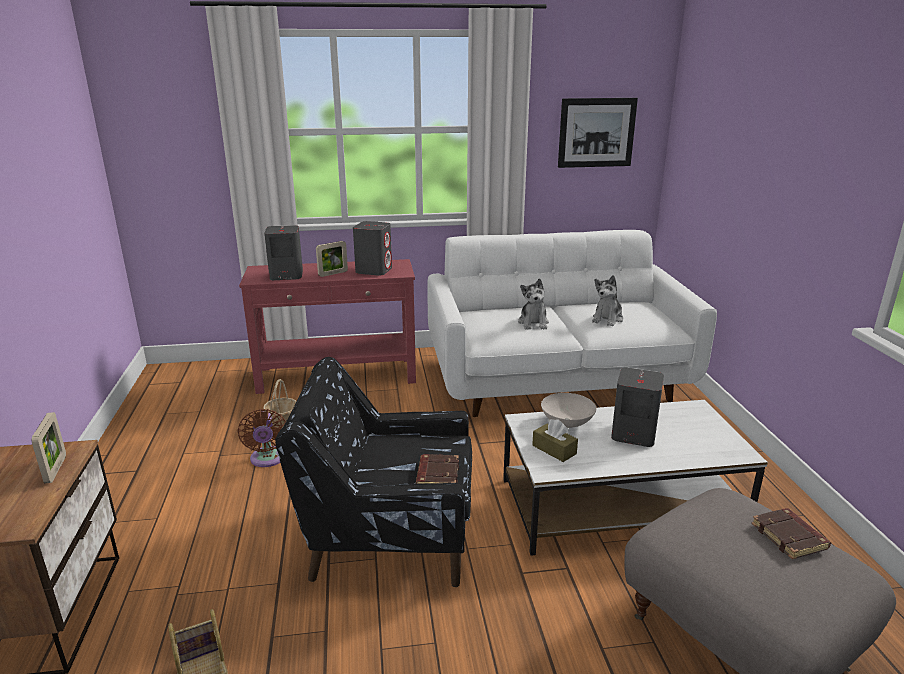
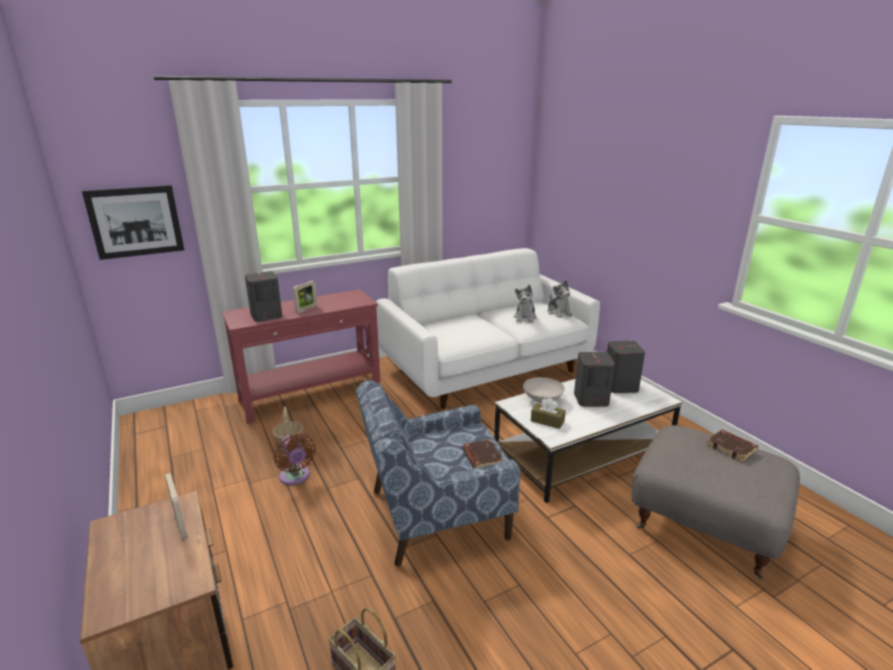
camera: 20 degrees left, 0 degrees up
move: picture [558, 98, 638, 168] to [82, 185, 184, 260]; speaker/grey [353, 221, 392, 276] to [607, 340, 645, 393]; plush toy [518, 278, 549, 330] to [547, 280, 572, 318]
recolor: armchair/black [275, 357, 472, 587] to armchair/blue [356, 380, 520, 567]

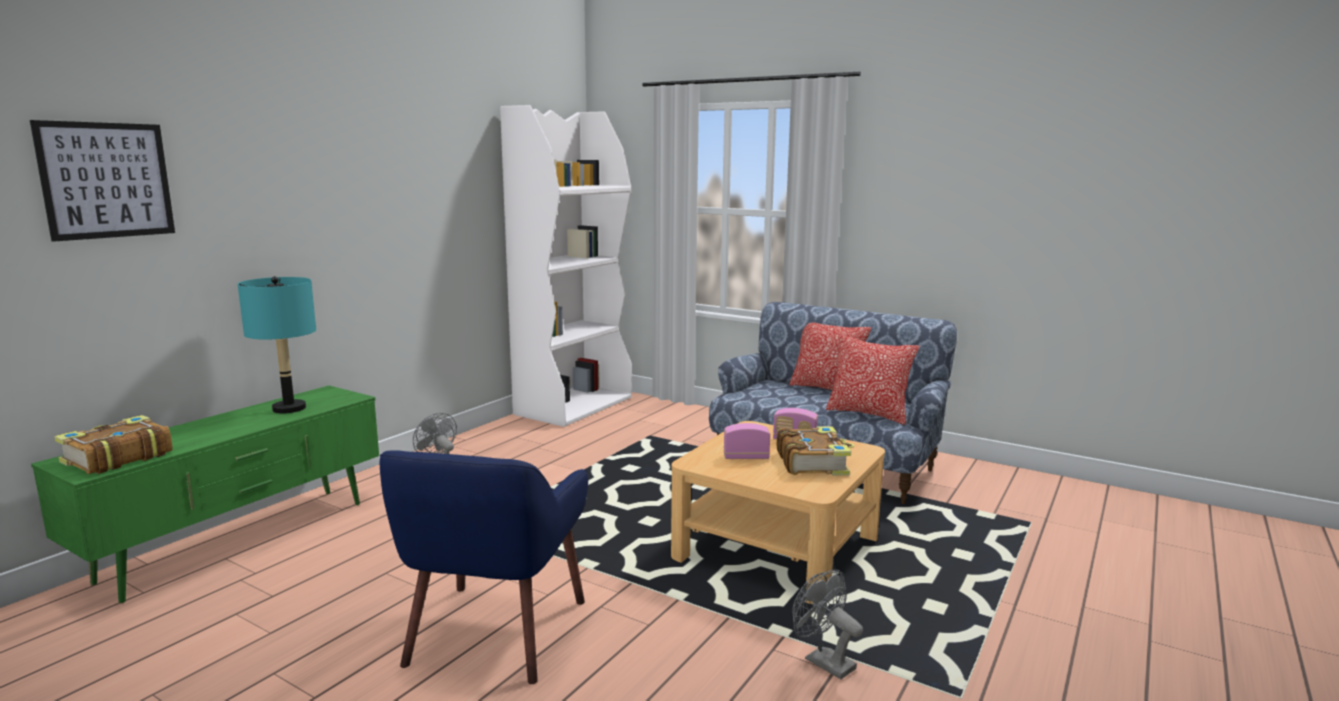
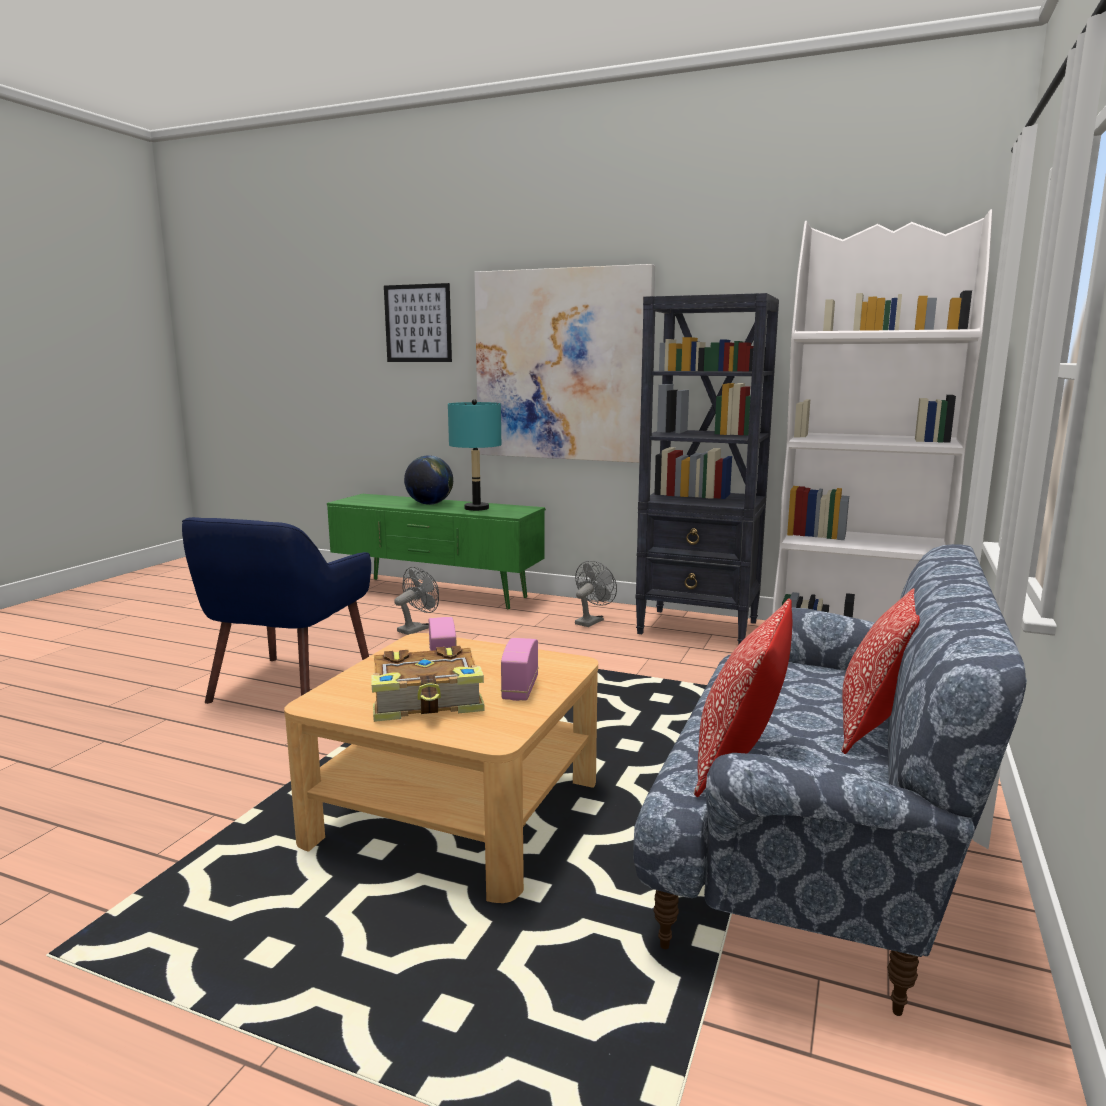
camera: 80 degrees right, 0 degrees up
delete: book [54, 415, 173, 474]
insert: picture [474, 264, 655, 463]; bookcase/black [635, 293, 779, 645]; globe [404, 455, 453, 505]
move: fan/grey [792, 569, 863, 679] to [394, 566, 439, 635]
rotate: armchair/blue [380, 450, 588, 684] = [182, 517, 371, 704] 75 degrees counterclockwise

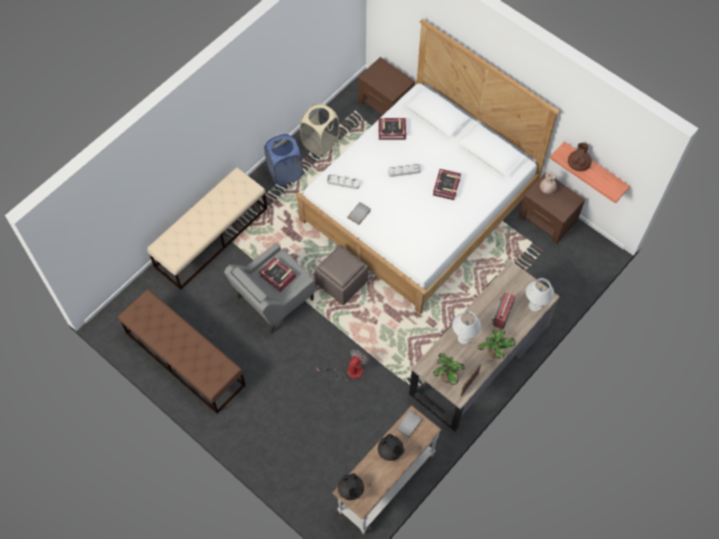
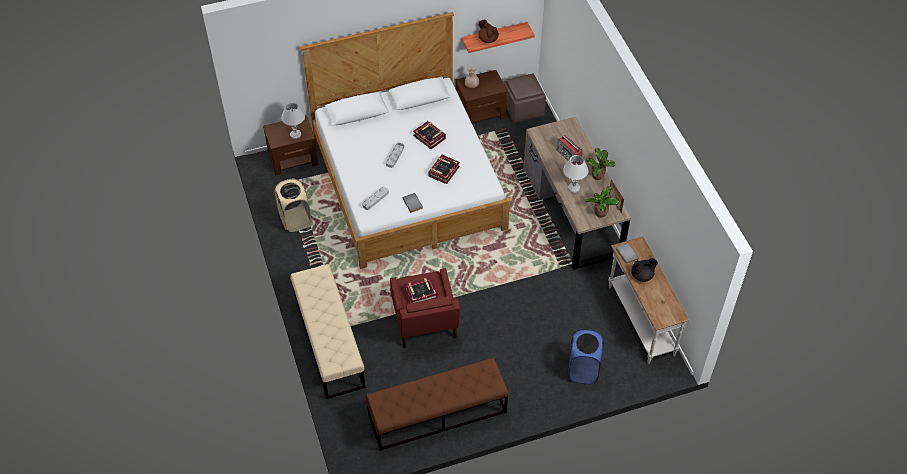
camera: 60 degrees left, 10 degrees down
delete: fan [316, 350, 368, 381]; teapot/black [338, 473, 364, 500]
move: book [378, 117, 406, 140] to [429, 155, 460, 184]; laundry basket/blue [264, 134, 303, 186] to [568, 329, 604, 384]; ottoman/brown [315, 244, 368, 305] to [503, 74, 546, 123]; table lamp/white [526, 278, 554, 312] to [281, 102, 305, 139]
recolor: armchair/grey [224, 243, 316, 333] to armchair/red [390, 268, 460, 348]

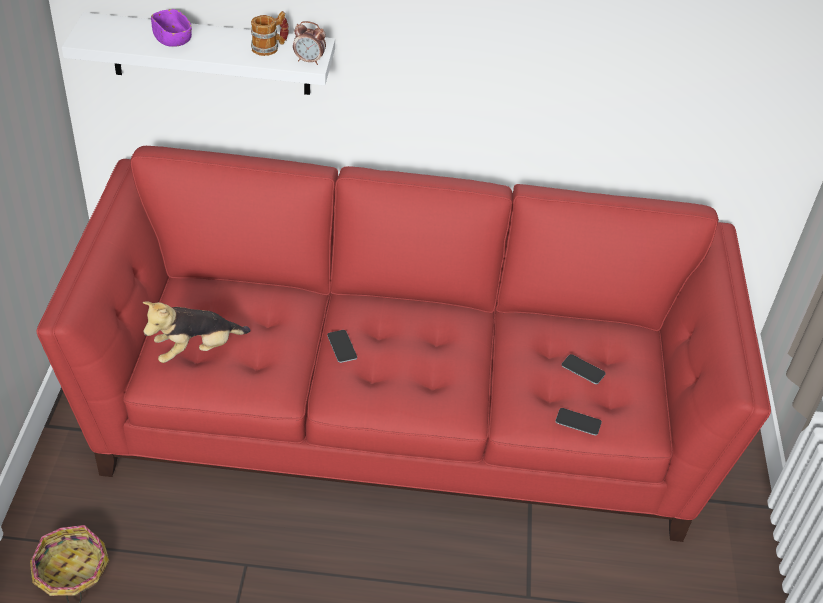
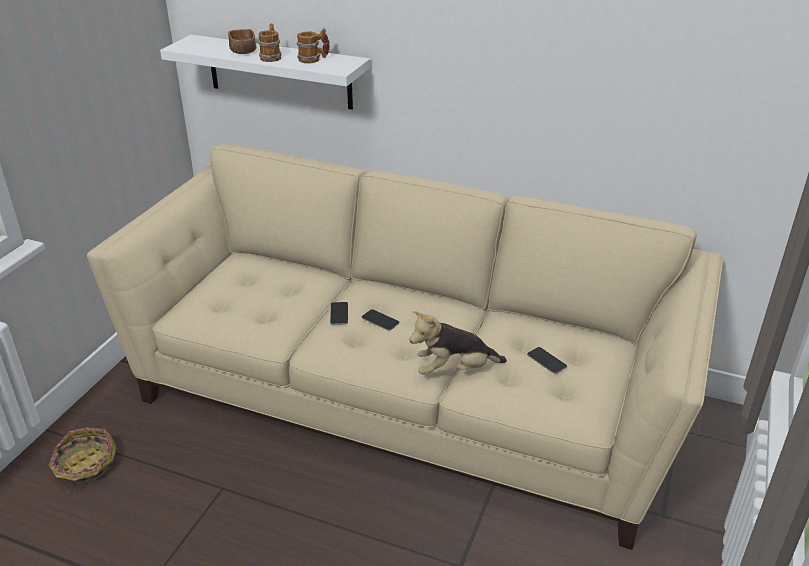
camera: 20 degrees right, 10 degrees down
delete: alarm clock [293, 21, 326, 65]
insert: mug [258, 24, 281, 62]
move: plush toy [143, 301, 251, 363] to [409, 311, 507, 375]; phone [555, 408, 602, 436] to [362, 309, 399, 331]
recolor: bowl/purple [151, 9, 192, 47] to bowl/brown [228, 29, 256, 54]; sofa/red [36, 146, 771, 542] to sofa/beige [87, 144, 723, 550]

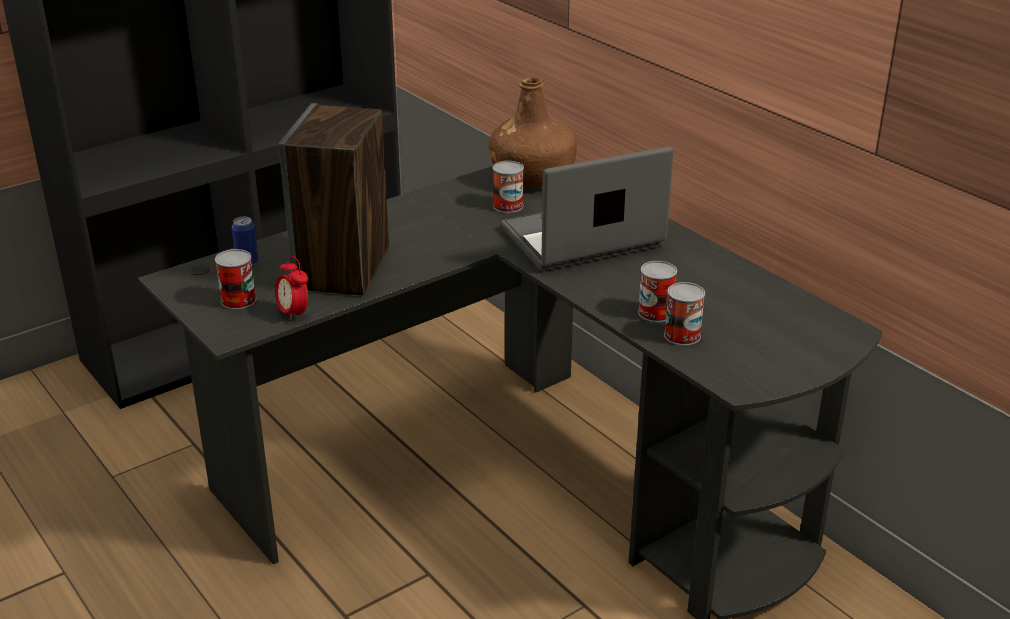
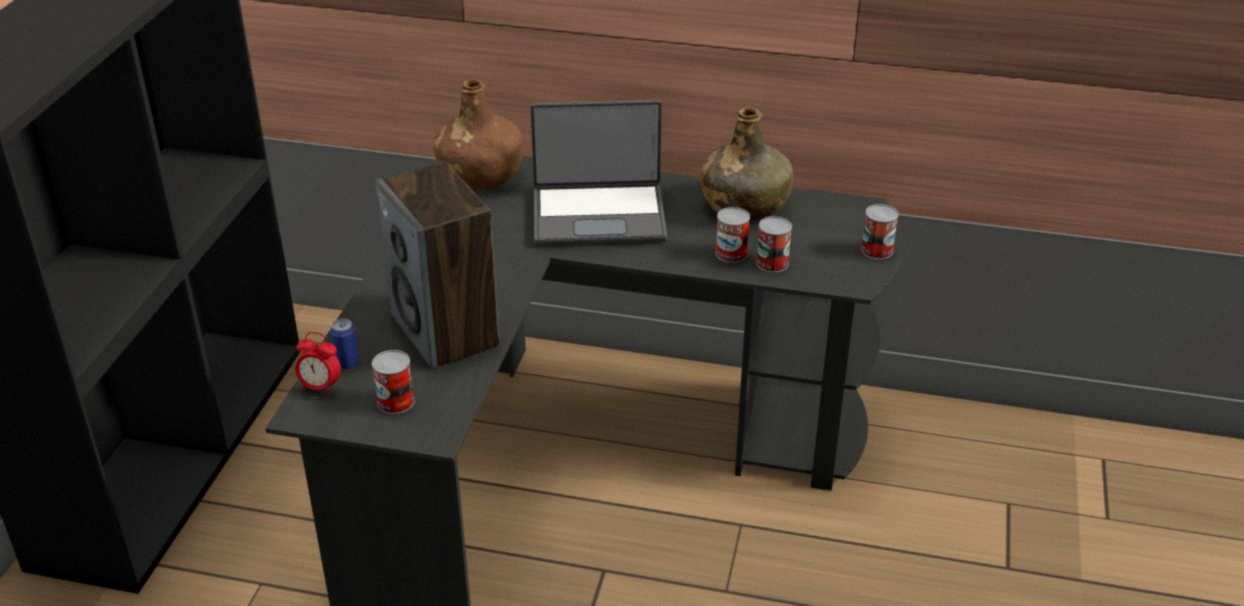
camera: 40 degrees left, 5 degrees up
insert: bottle/green [700, 107, 793, 221]
move: can [493, 161, 524, 213] to [861, 204, 899, 259]; alarm clock [275, 256, 308, 323] to [295, 332, 341, 396]
rotate: laptop [502, 146, 674, 271] = [530, 100, 667, 246] 120 degrees counterclockwise

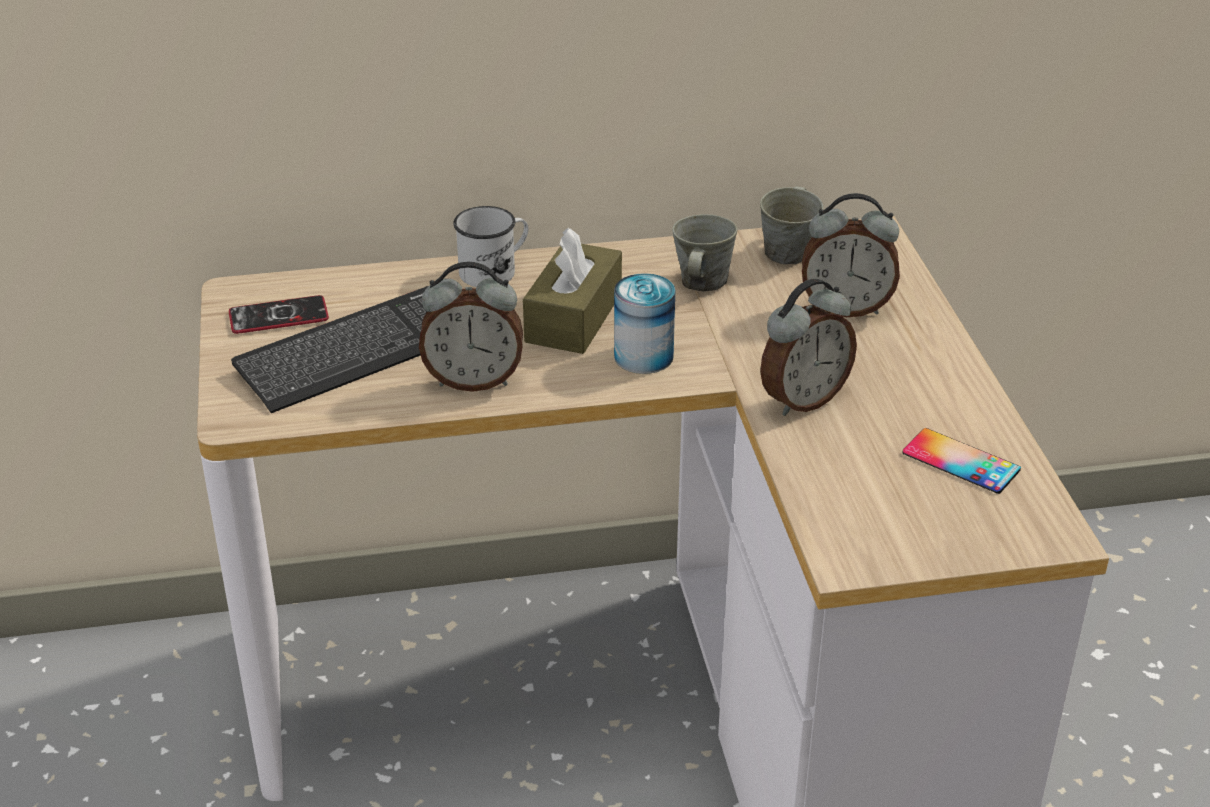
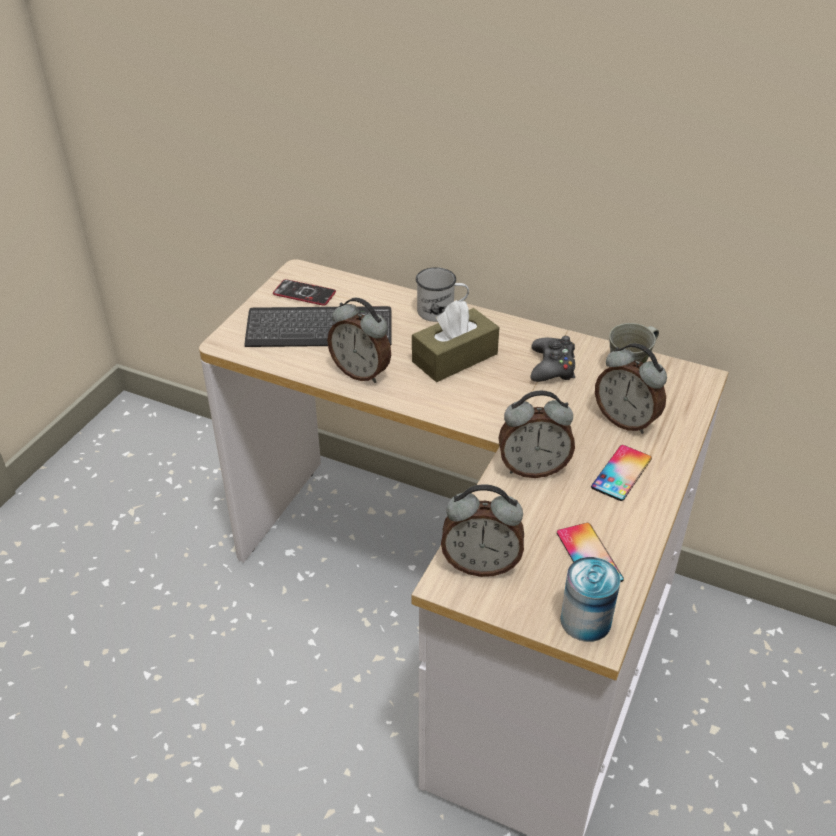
camera: 35 degrees right, 5 degrees up
insert: phone [591, 445, 652, 501]; alarm clock [441, 484, 524, 577]
move: can [614, 273, 675, 374] to [560, 557, 621, 642]
replace: mug/grey [672, 214, 738, 291] to game controller/black [530, 336, 575, 382]

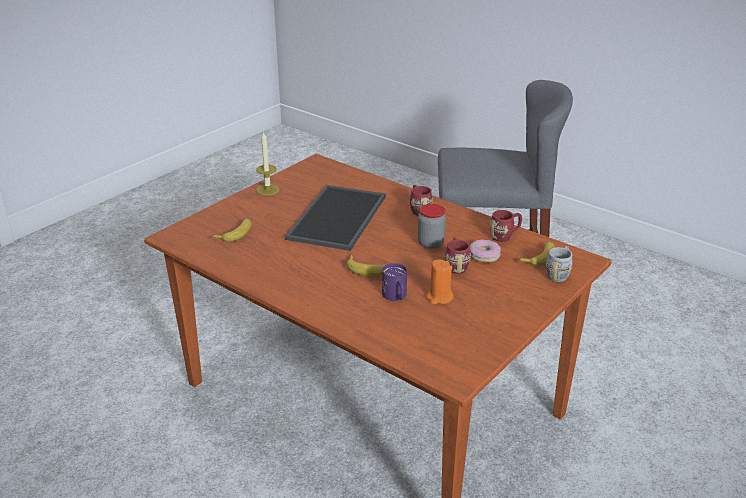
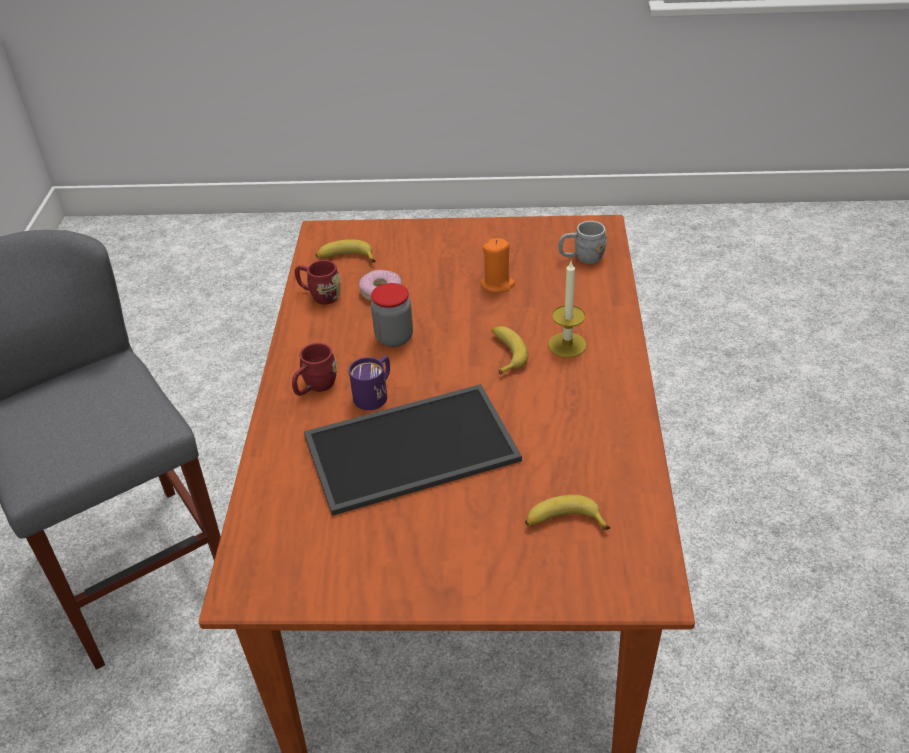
camera: 125 degrees left, 10 degrees up
delete: mug/red [445, 237, 471, 274]
move: candle [256, 131, 280, 196] to [548, 261, 587, 358]; mug/grey [546, 246, 572, 282] to [558, 221, 607, 264]; mug/purple [382, 263, 407, 301] to [349, 356, 390, 410]

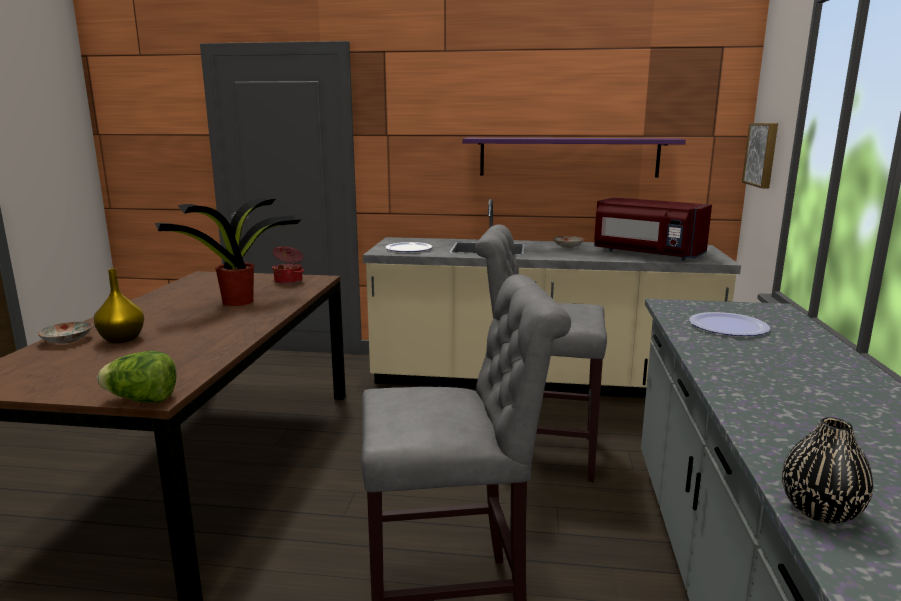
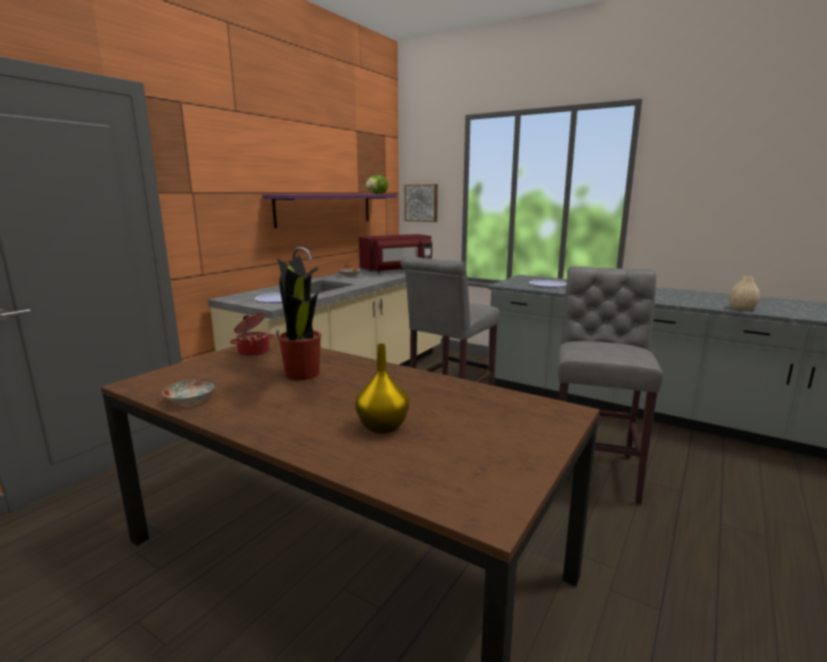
camera: 65 degrees left, 0 degrees up
move: plate [37, 322, 92, 344] to [162, 379, 216, 404]; lettuce [97, 351, 177, 403] to [365, 175, 388, 194]
recolor: vase/black [782, 417, 874, 524] to vase/beige [728, 276, 760, 311]

